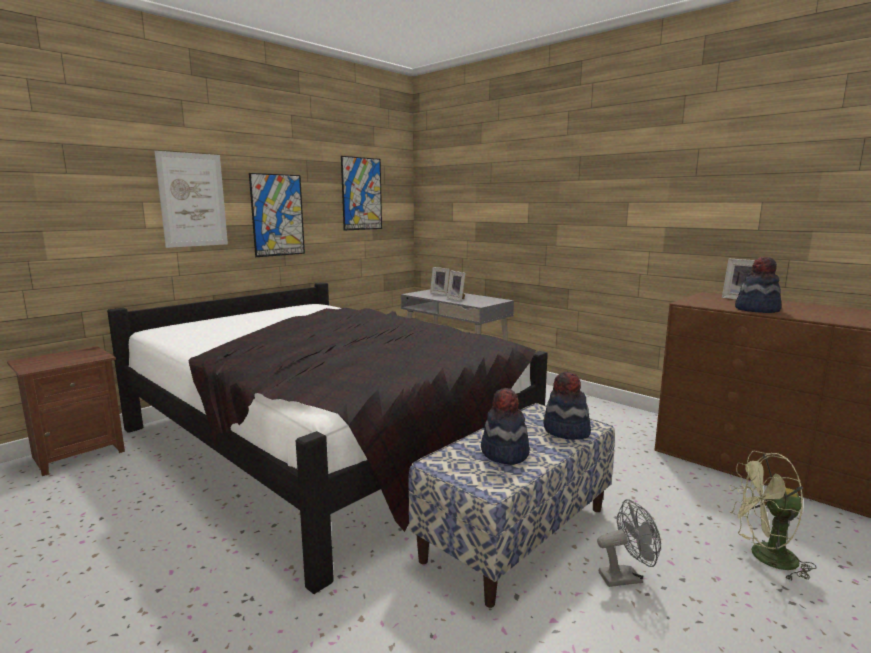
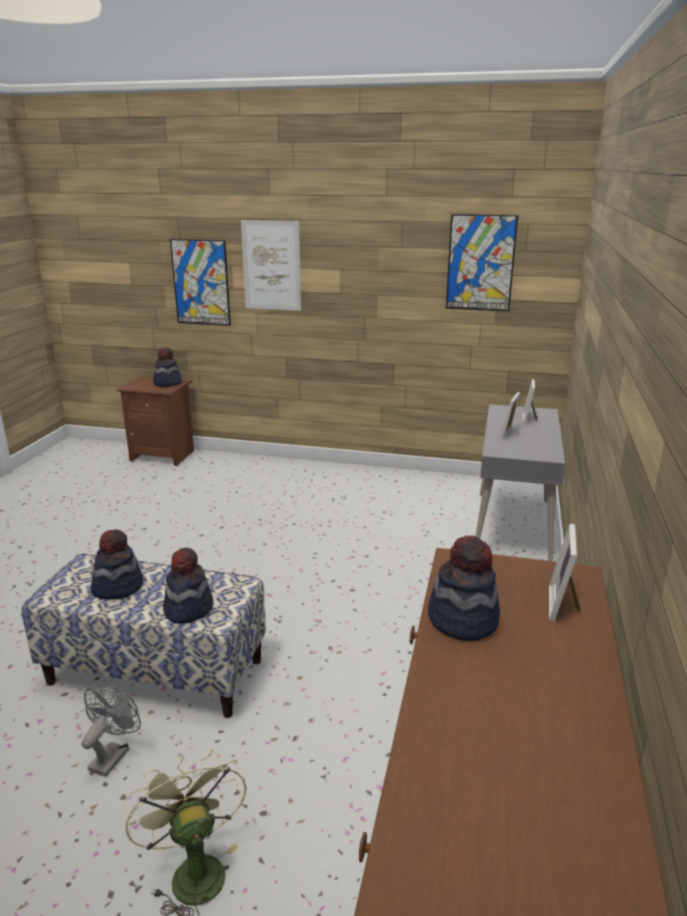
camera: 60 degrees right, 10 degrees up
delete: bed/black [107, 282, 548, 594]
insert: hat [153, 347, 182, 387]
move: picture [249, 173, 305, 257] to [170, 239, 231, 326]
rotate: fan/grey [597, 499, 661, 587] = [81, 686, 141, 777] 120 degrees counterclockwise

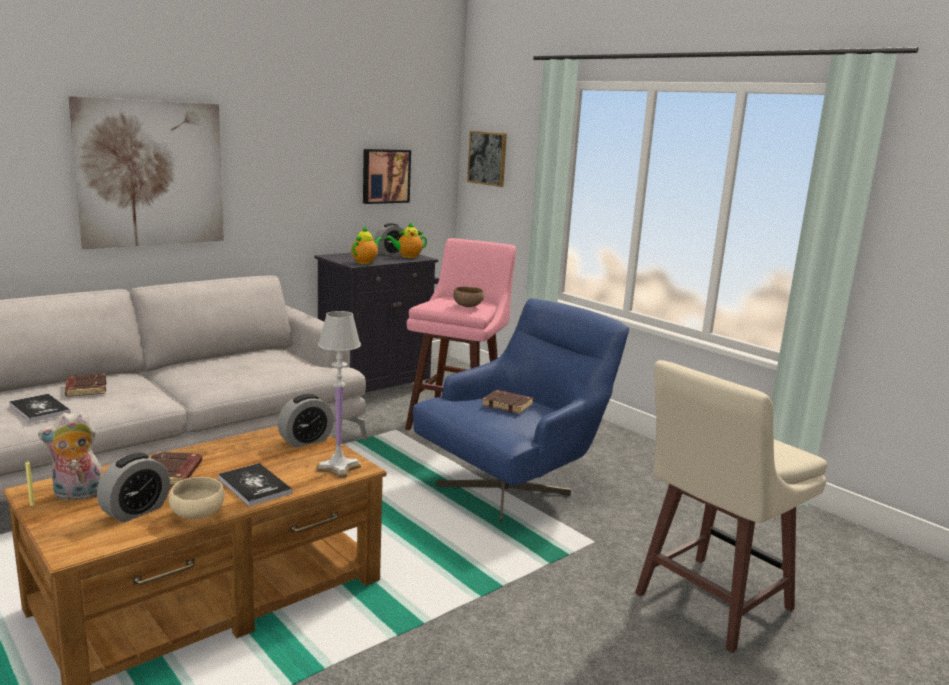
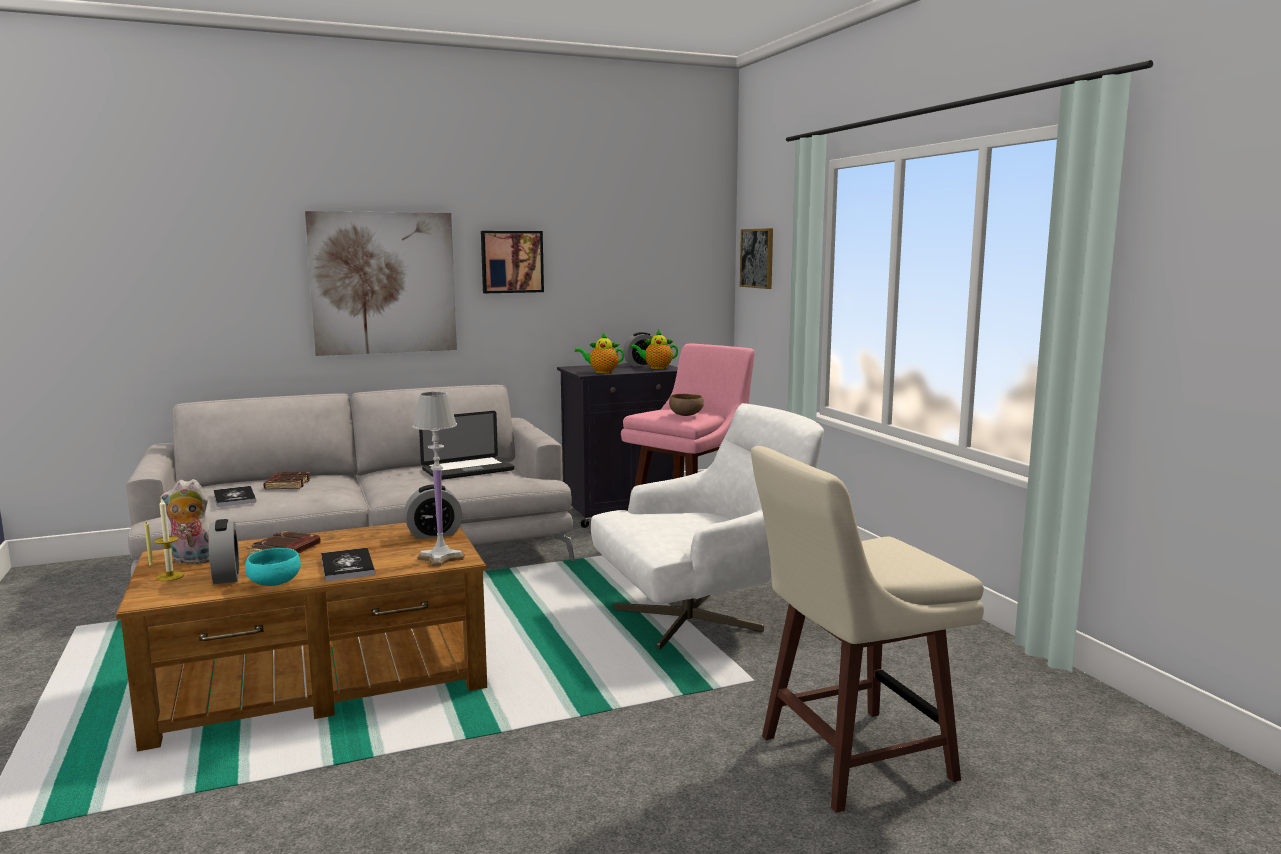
camera: 20 degrees right, 5 degrees down
delete: book/brown [482, 390, 533, 414]
insert: laptop [419, 411, 515, 480]; candle [154, 499, 184, 581]
move: picture [363, 149, 411, 204] to [481, 231, 544, 293]
recolor: armchair/blue [413, 298, 629, 523] to armchair/white [591, 403, 824, 650]; bowl/beige [169, 477, 225, 519] to bowl/turquoise [245, 548, 301, 586]
rotate: teapot [351, 226, 382, 264] = [575, 332, 624, 373] 135 degrees counterclockwise; alarm clock [97, 453, 170, 523] = [209, 519, 240, 584] 75 degrees counterclockwise

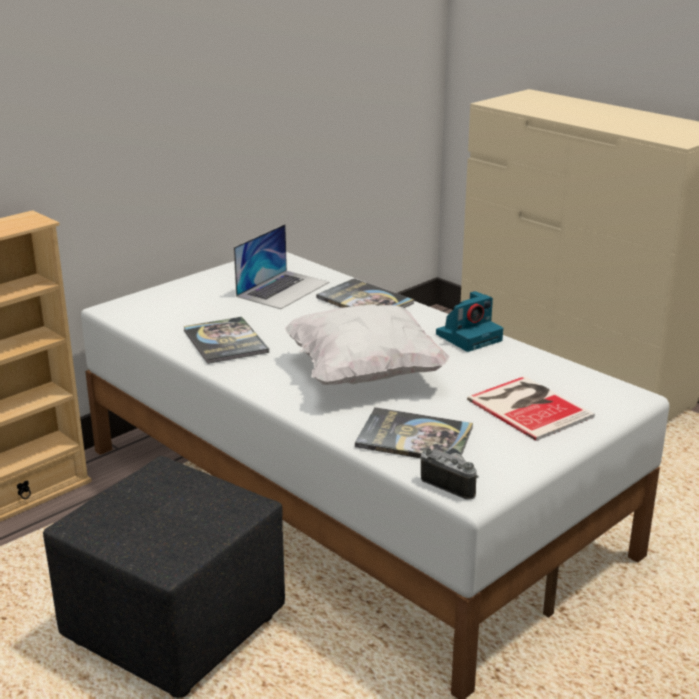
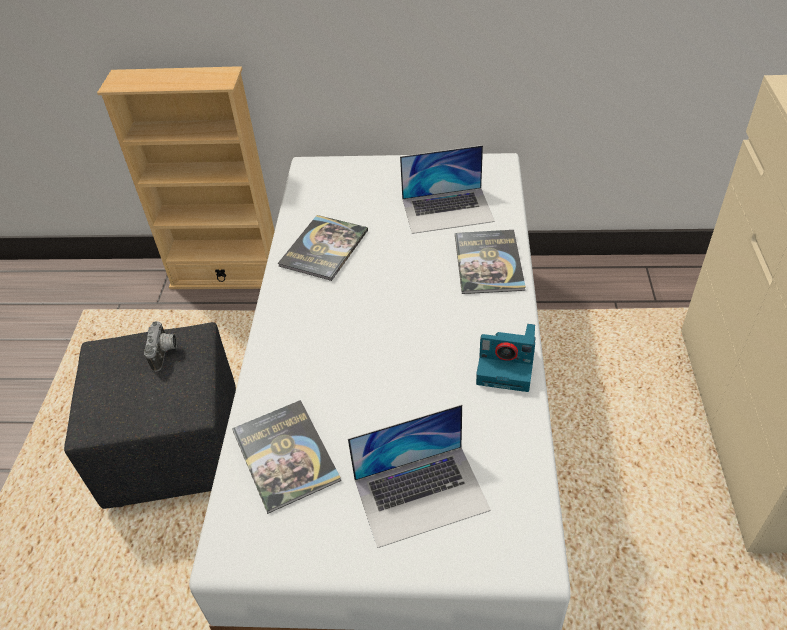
camera: 50 degrees right, 20 degrees up
delete: pillow/white [285, 304, 450, 385]
move: photo camera [421, 448, 479, 500] to [144, 321, 177, 372]
replace: book [467, 376, 595, 441] to laptop [348, 404, 491, 548]

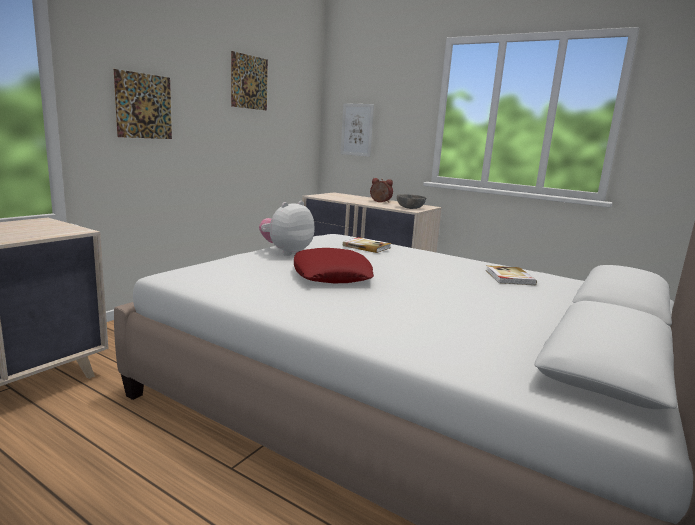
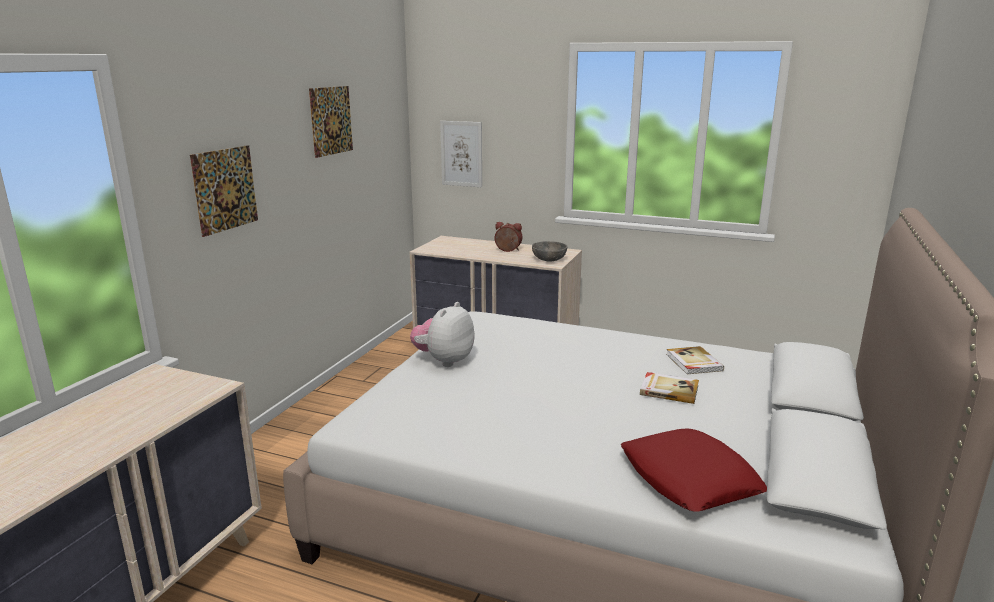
camera: 10 degrees left, 5 degrees up
move: book [343, 237, 391, 253] to [640, 372, 699, 404]; pillow/red [294, 248, 374, 283] to [621, 429, 767, 512]

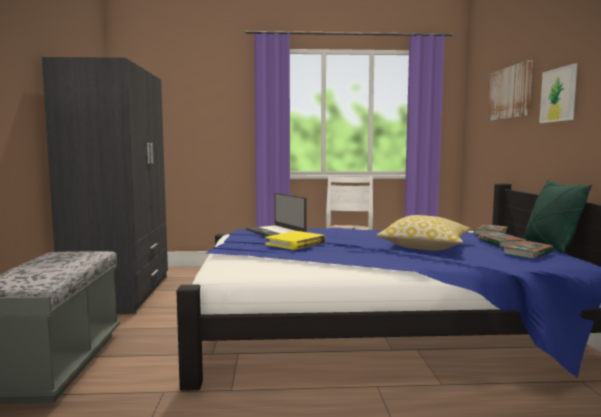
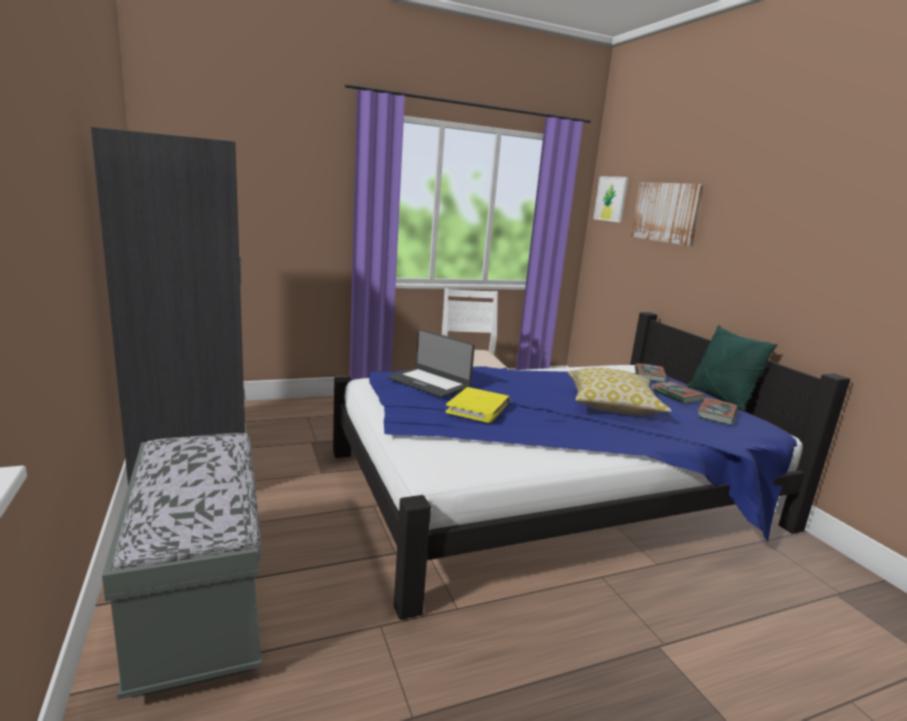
camera: 20 degrees left, 10 degrees up
move: picture [539, 64, 577, 123] to [593, 177, 628, 223]

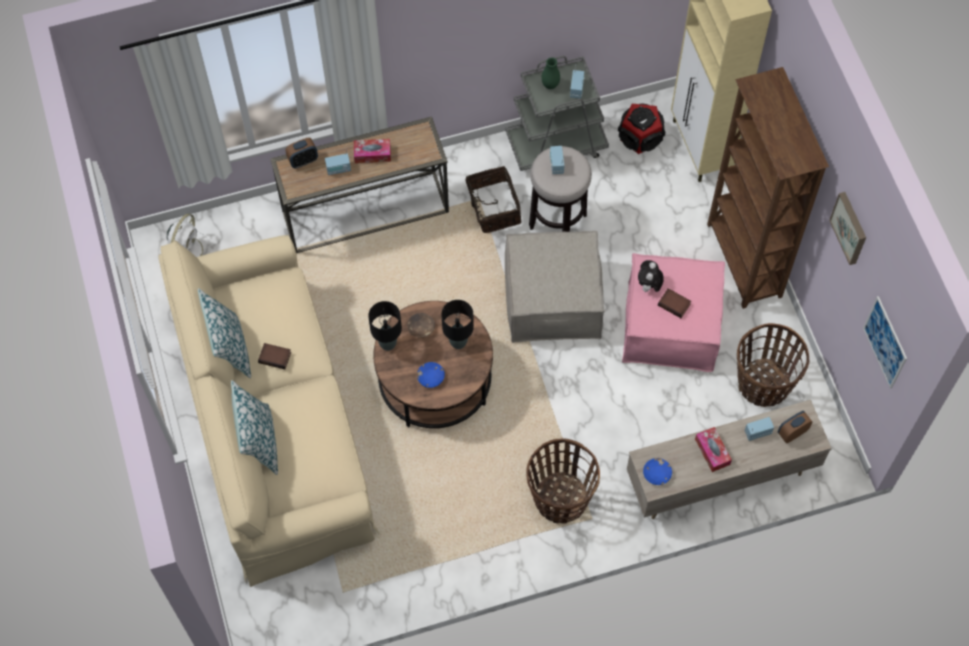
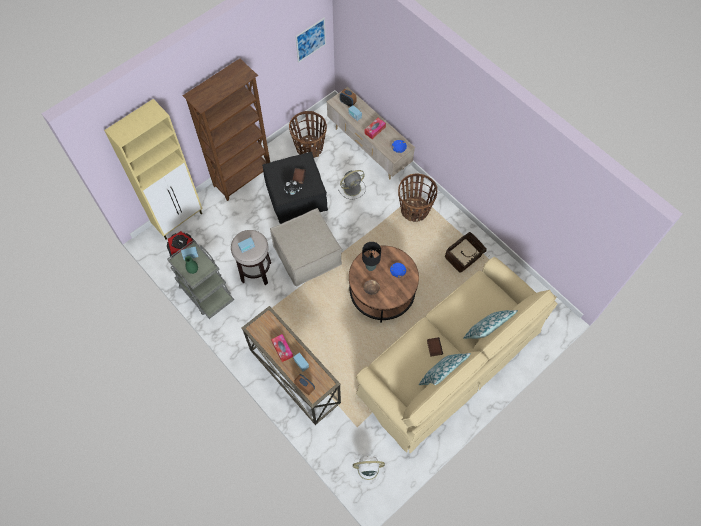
camera: 115 degrees left, 0 degrees up
delete: picture [829, 192, 866, 265]; table lamp/black [368, 301, 402, 351]
insert: fan/grey [338, 170, 366, 200]
move: basket [466, 166, 522, 233] to [445, 232, 487, 273]
recolor: ottoman/pink [622, 253, 725, 372] to ottoman/black [262, 152, 328, 224]

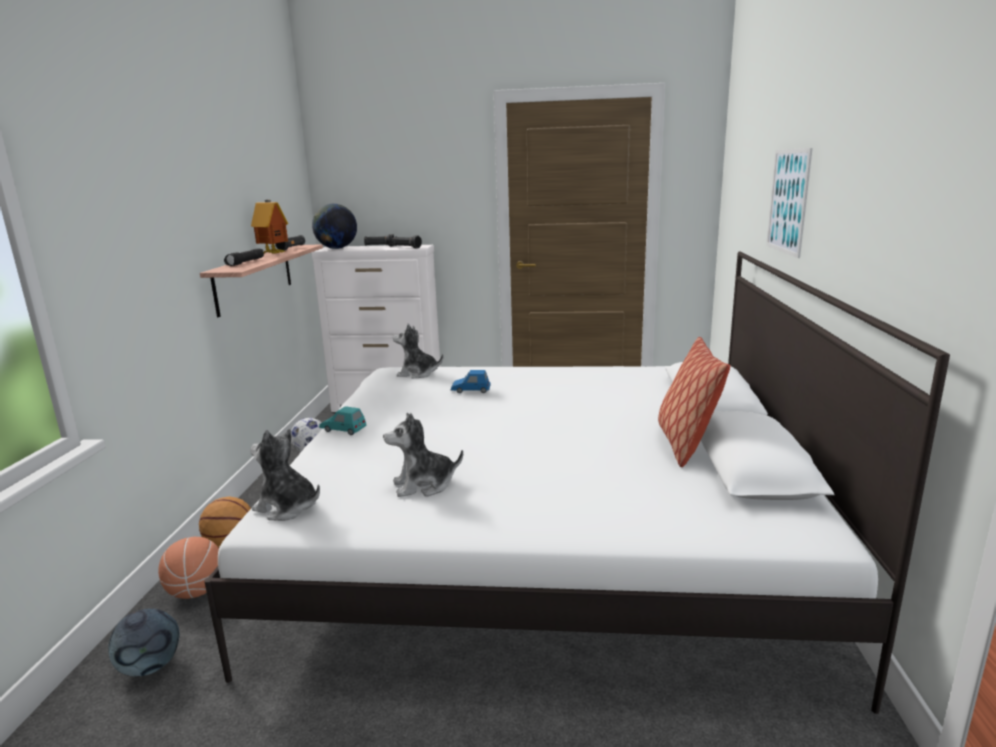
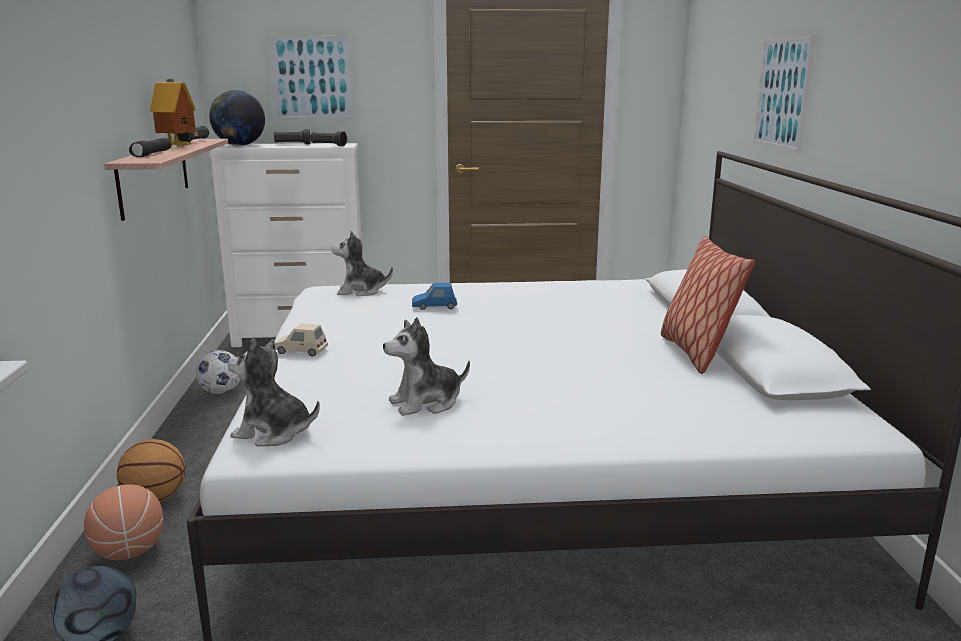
camera: 10 degrees left, 0 degrees up
insert: picture [268, 35, 354, 119]
recolor: toy car/turquoise [319, 406, 366, 435] to toy car/beige [275, 323, 328, 357]

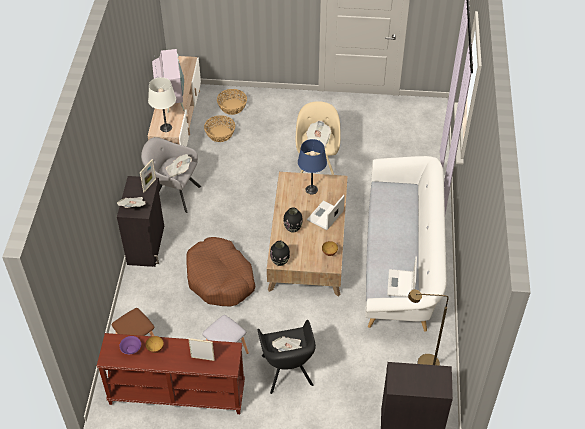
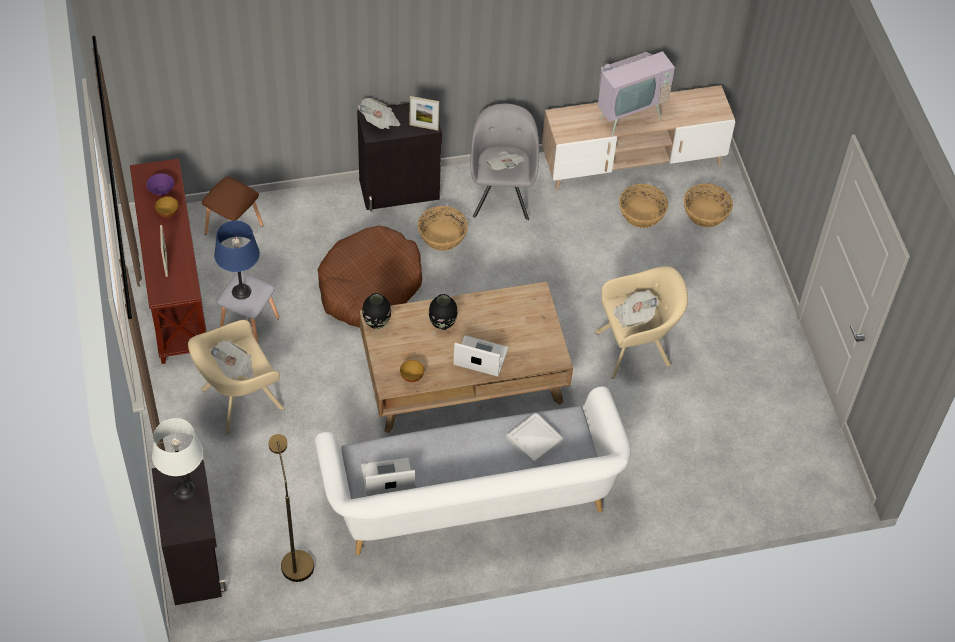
camera: 70 degrees right, 5 degrees up
insert: basket [418, 206, 468, 251]; tray/white [506, 413, 564, 464]
move: table lamp/white [148, 77, 176, 132] to [152, 418, 203, 500]; table lamp/blue [298, 139, 327, 194] to [214, 220, 260, 300]
recolor: armchair/black [258, 320, 316, 394] to armchair/beige [188, 320, 284, 435]

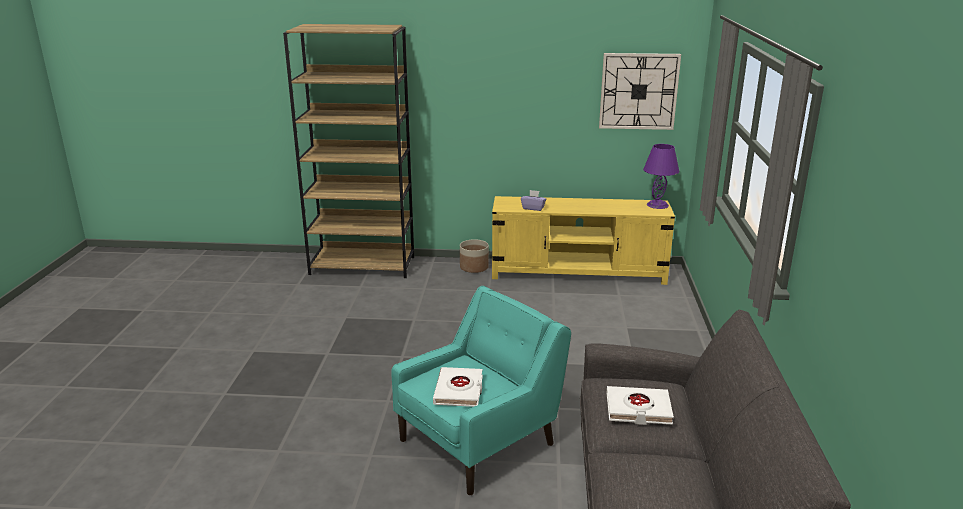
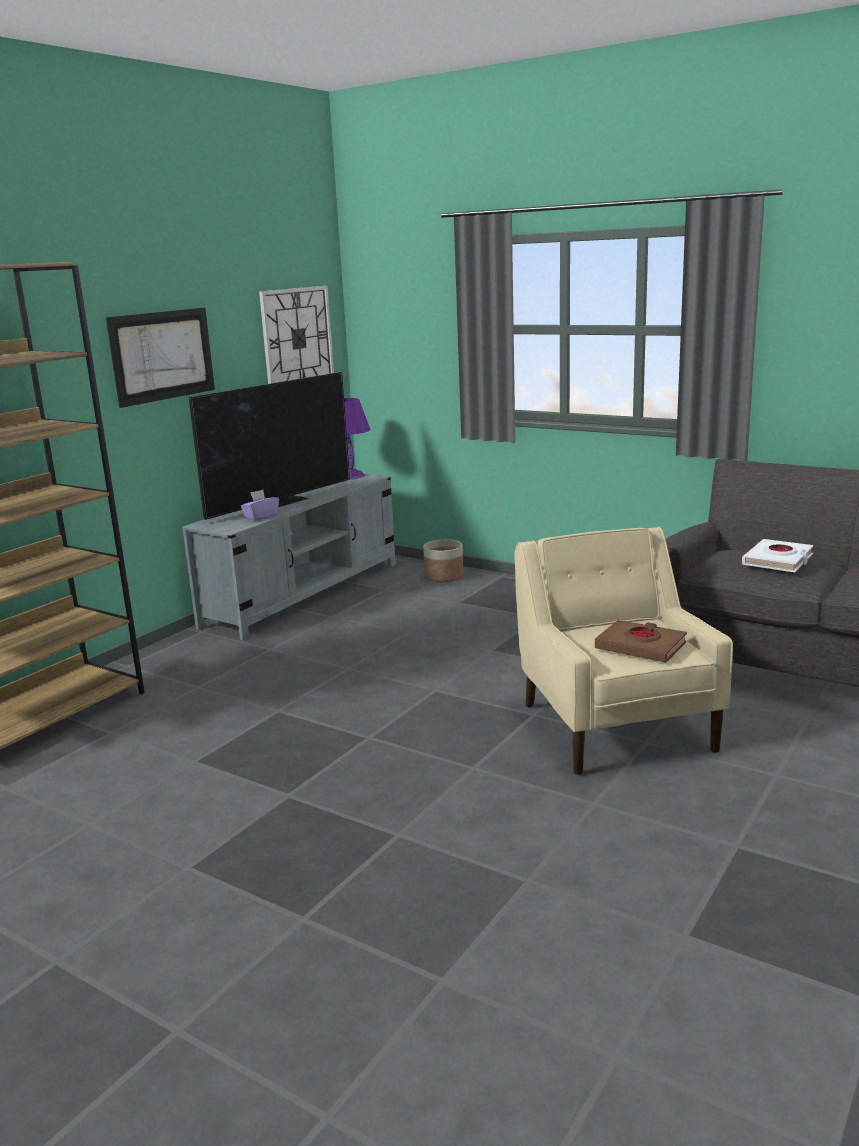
camera: 60 degrees left, 5 degrees down
insert: picture [106, 308, 215, 408]; television [189, 372, 350, 520]
move: planter [460, 239, 489, 273] to [423, 539, 463, 582]
recolor: tv stand/yellow [492, 196, 675, 285] to tv stand/grey [182, 474, 396, 640]; armchair/turquoise [392, 286, 571, 495] to armchair/beige [514, 527, 733, 775]; book/white [433, 367, 483, 407] to book/brown [595, 620, 687, 663]

